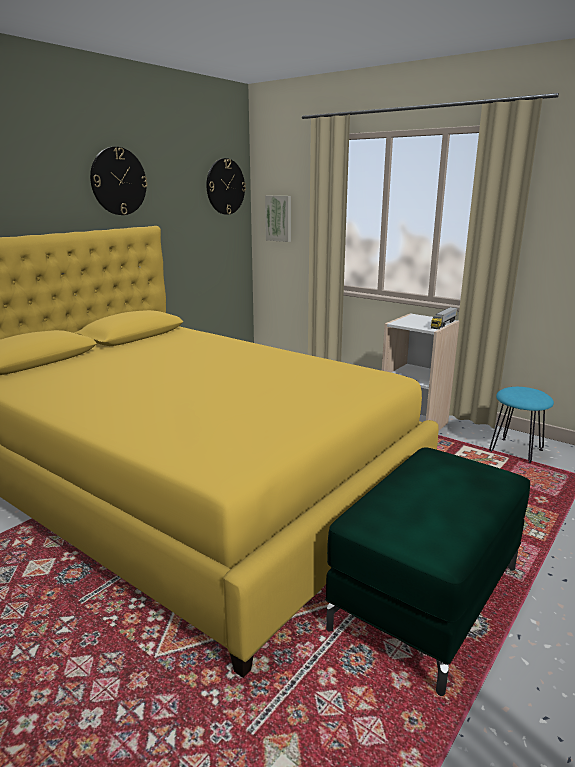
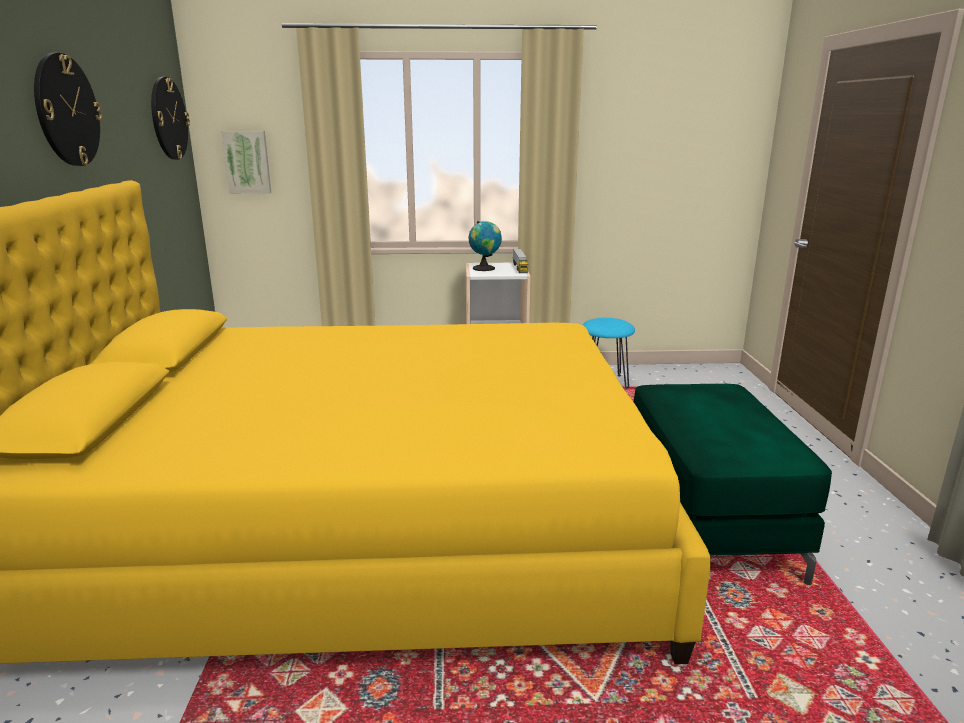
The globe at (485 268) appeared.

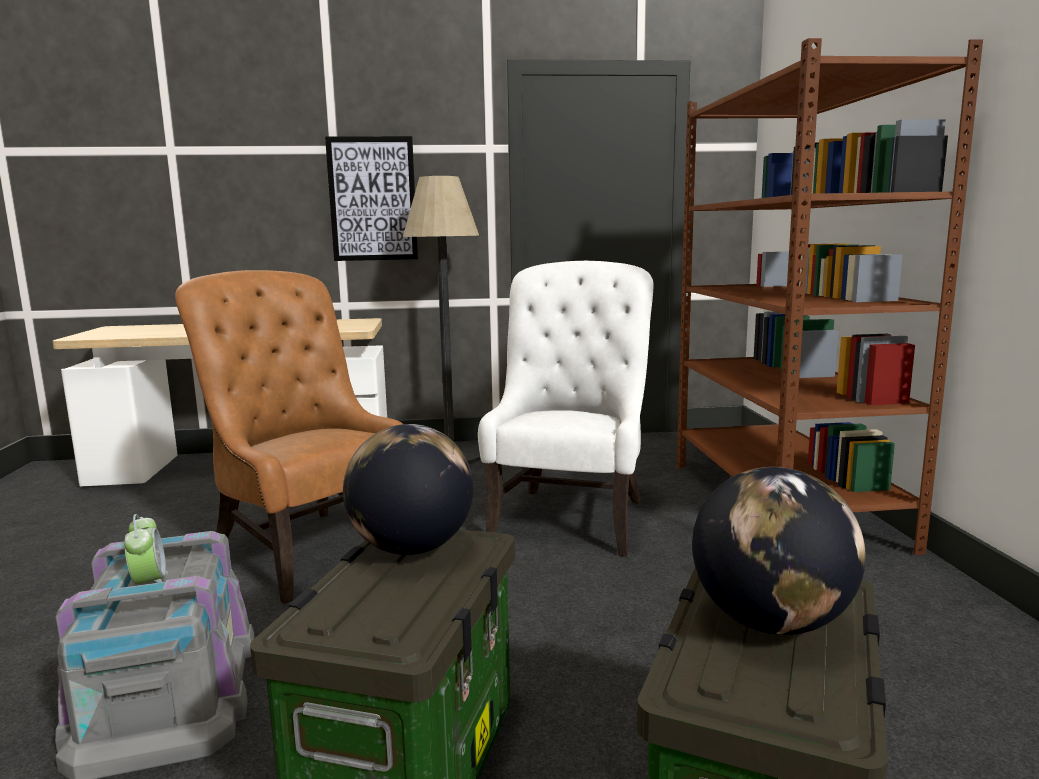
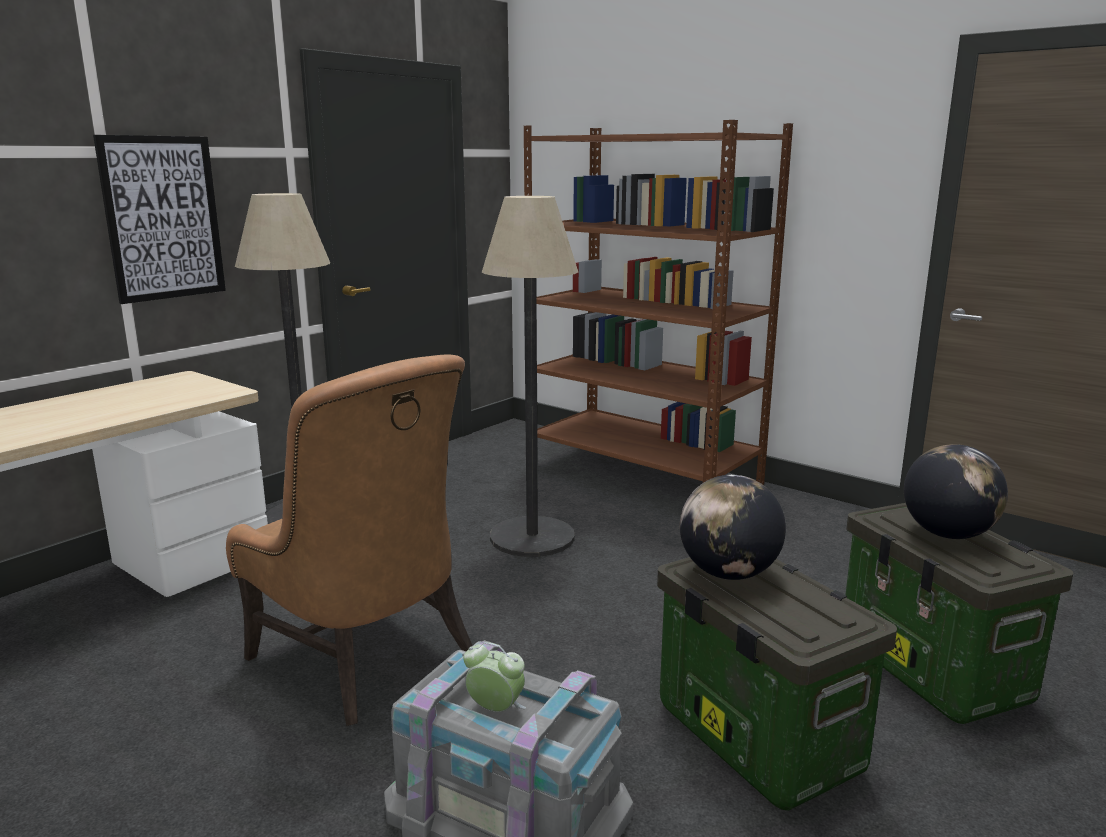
The brown chair at (308 551) turned 135 degrees counterclockwise. The white chair at (571 519) was replaced by the floor lamp at (532 537).

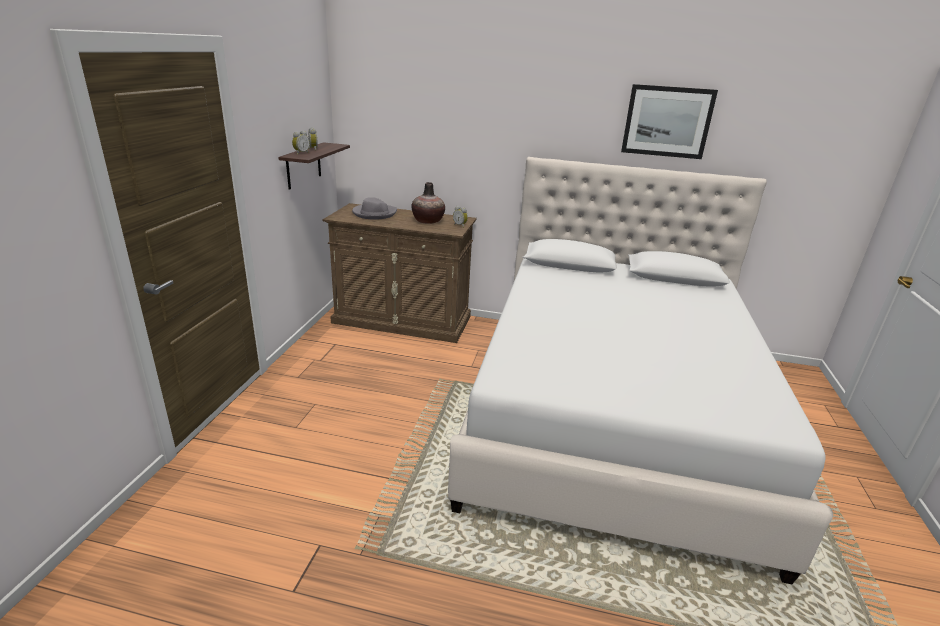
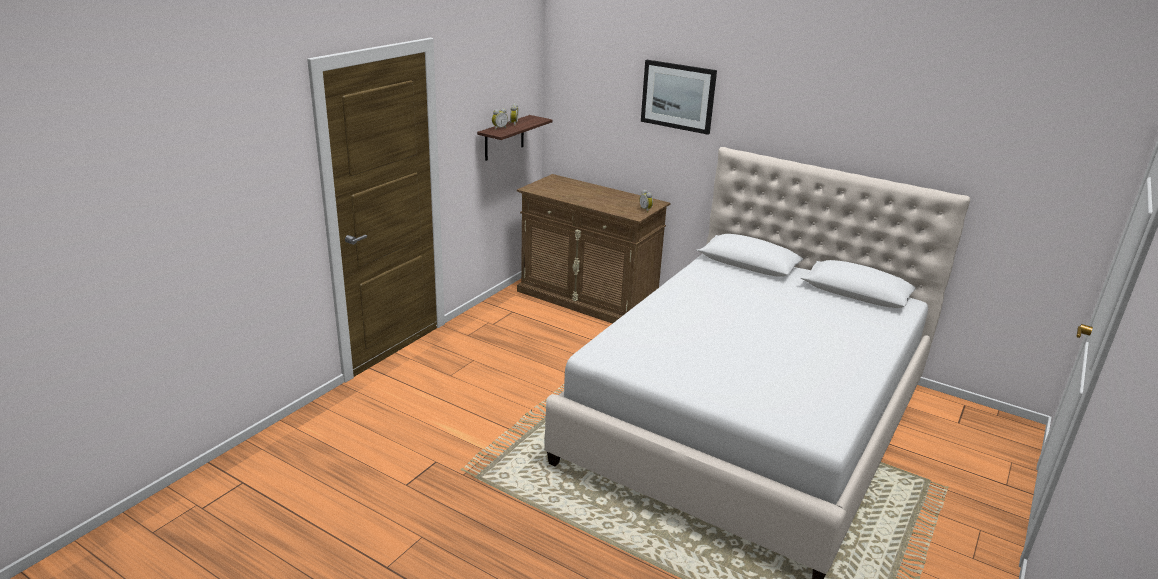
The picture moved from (667 121) to (678 96). The grey hat at (374 213) disappeared. The vase at (428 221) disappeared.

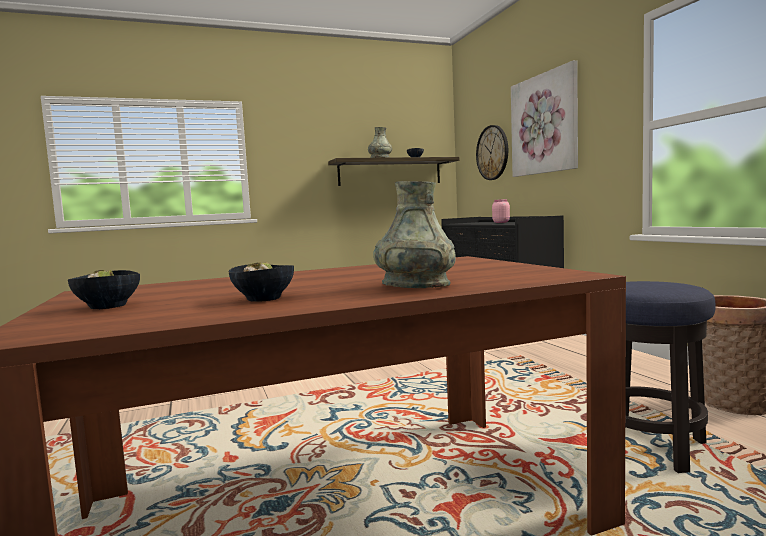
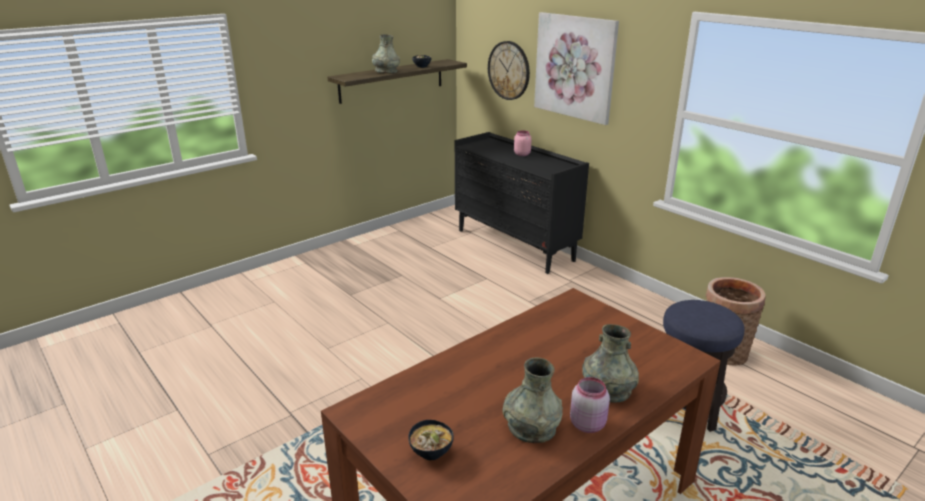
The bowl at (263 299) was replaced by the grey vase at (531 427). The pink jar at (588 424) appeared.

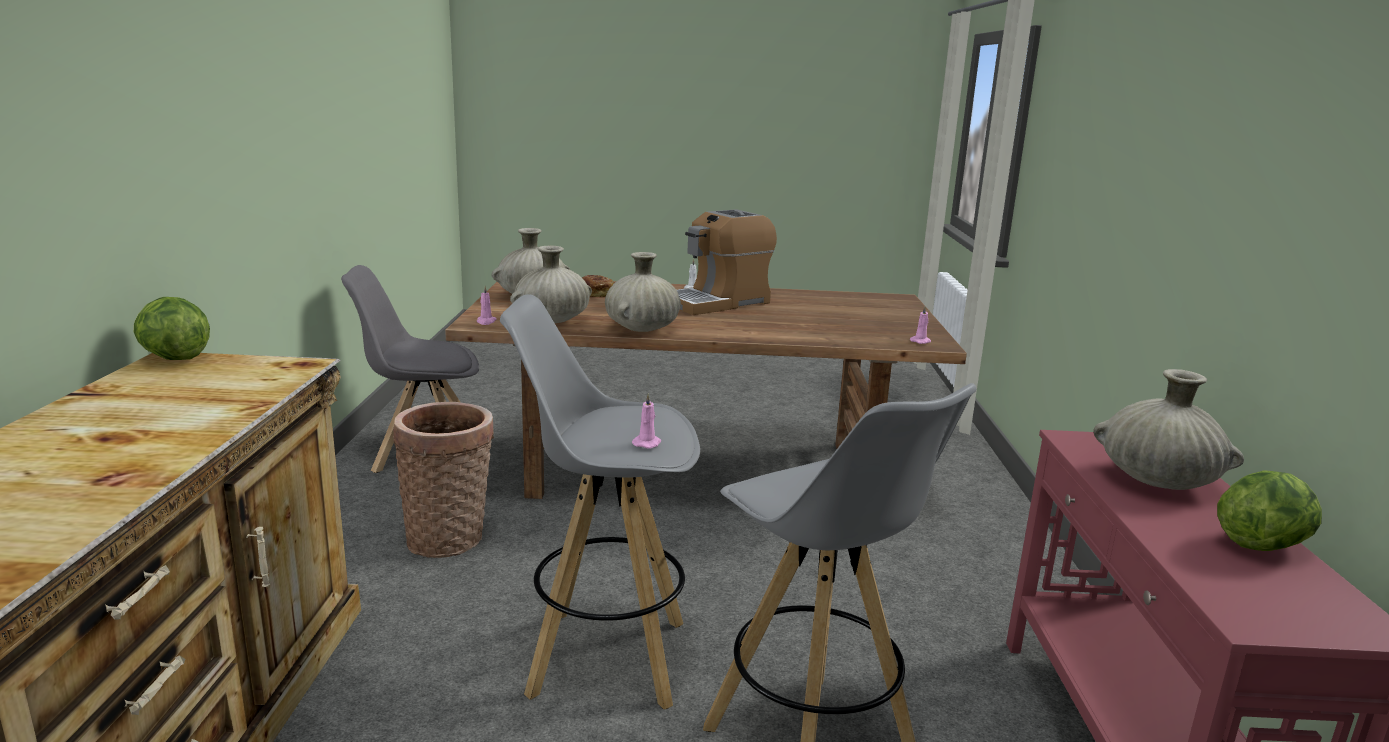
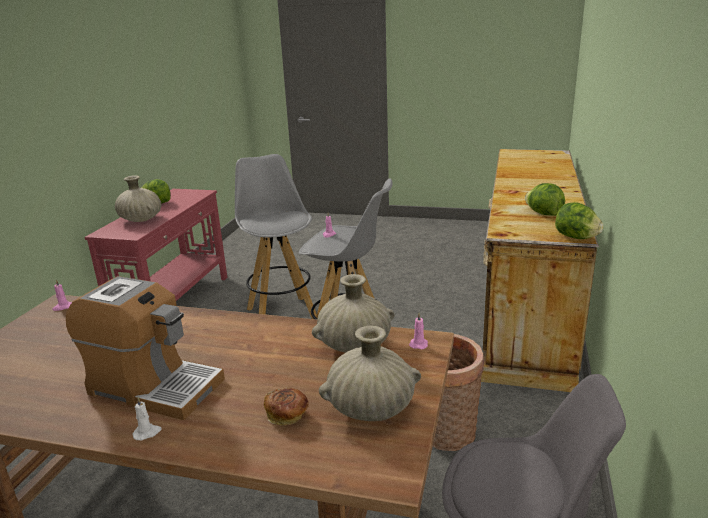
The coffee machine at (717 302) turned 45 degrees clockwise. The lettuce at (543 214) appeared. The beige vase at (641 329) disappeared.

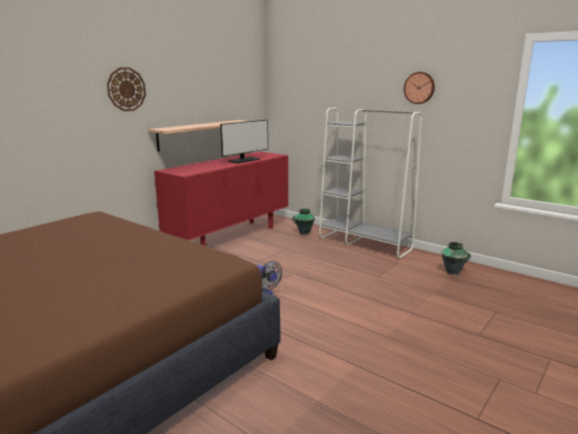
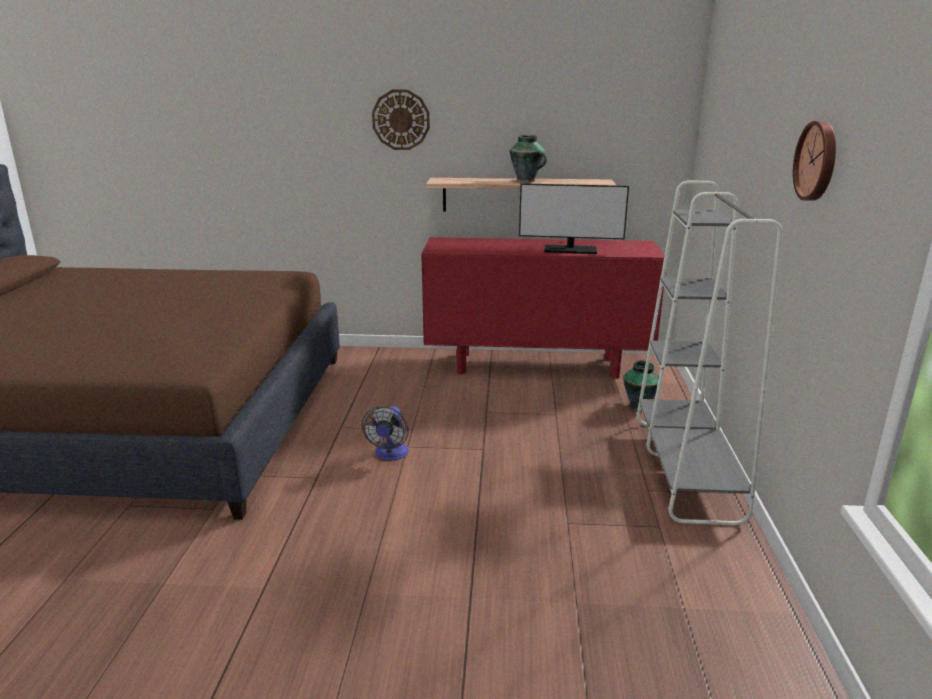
The vase moved from (453 273) to (527 181).

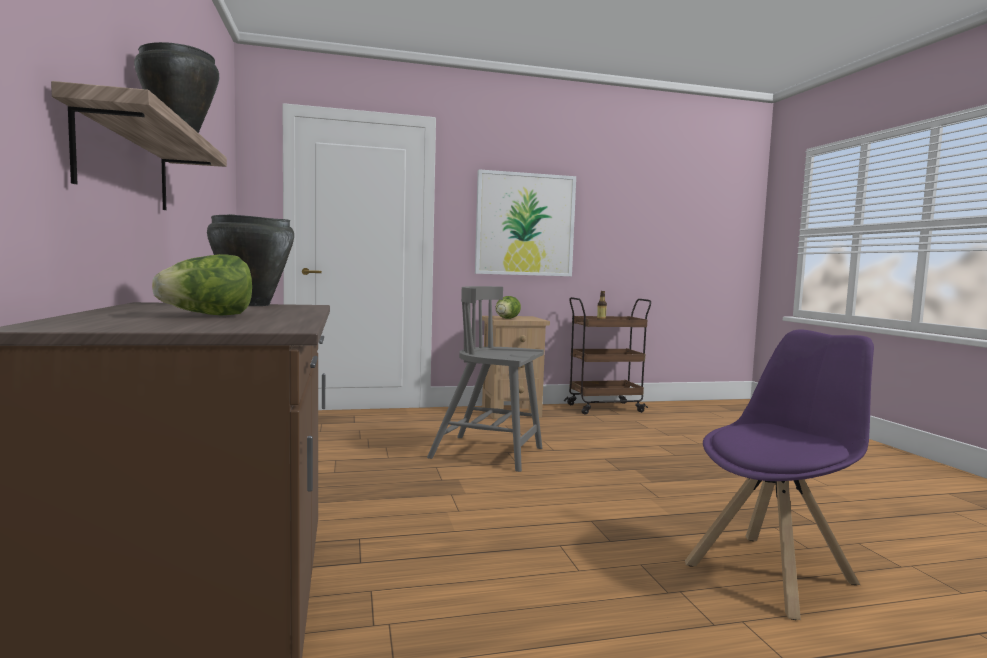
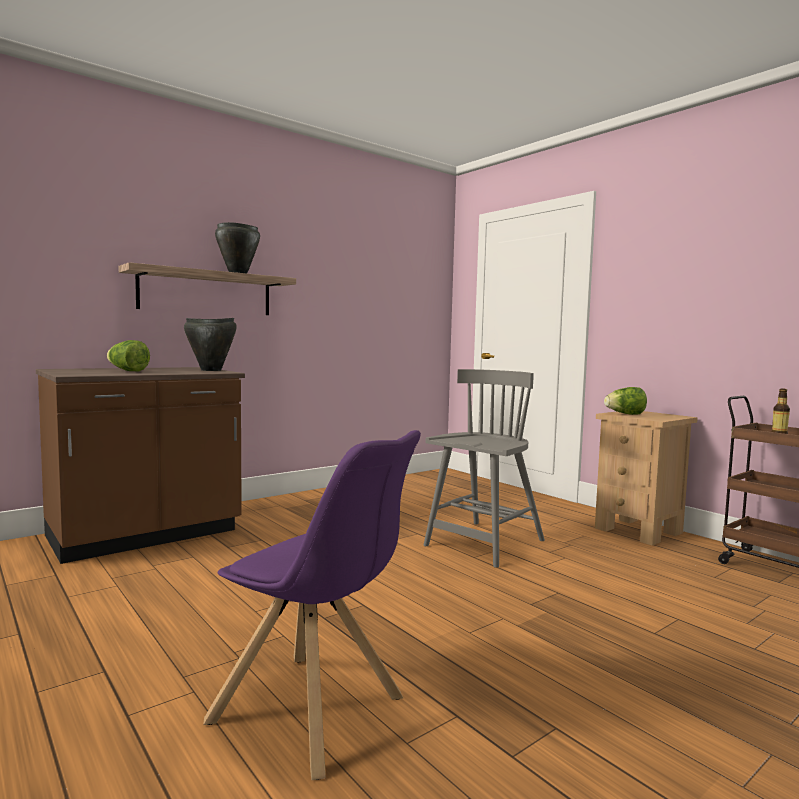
The grey chair at (489 453) turned 45 degrees clockwise. The picture at (525 224) disappeared.

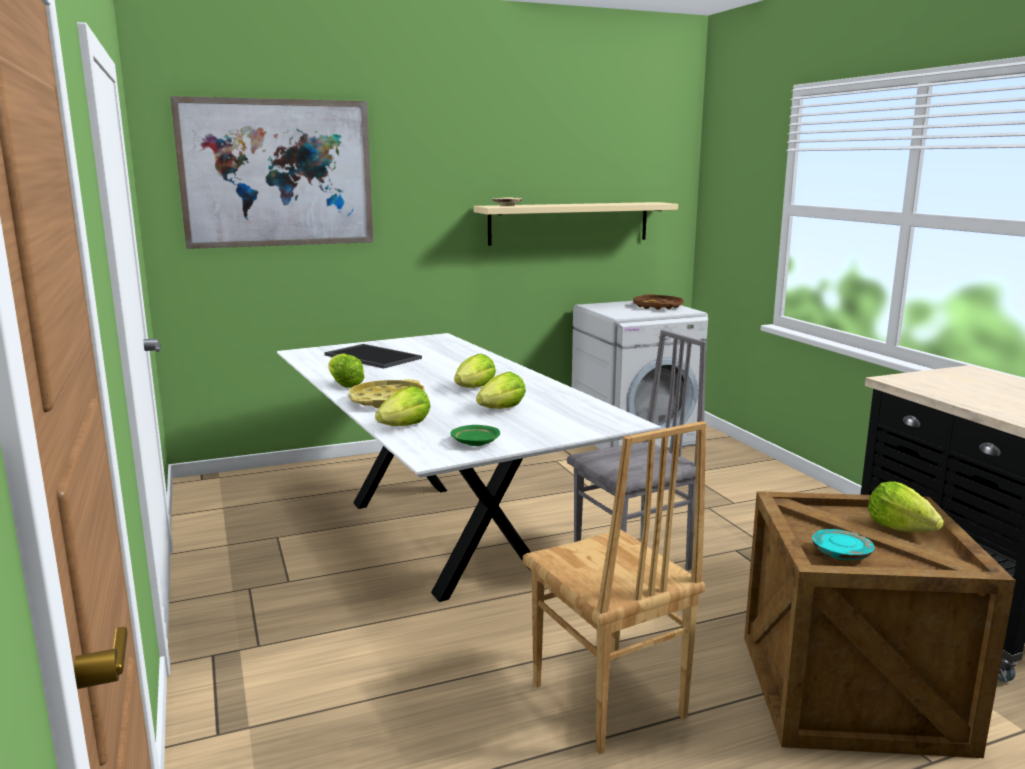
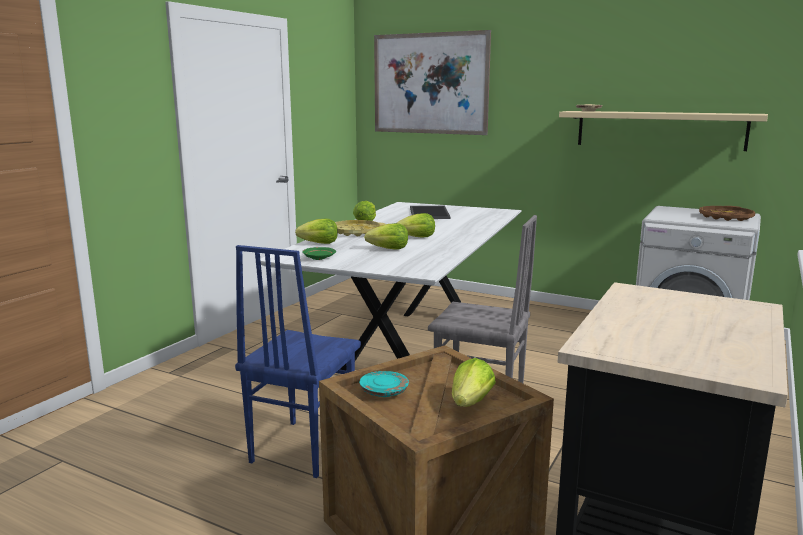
The brown chair at (606 702) became the blue chair at (301 448).

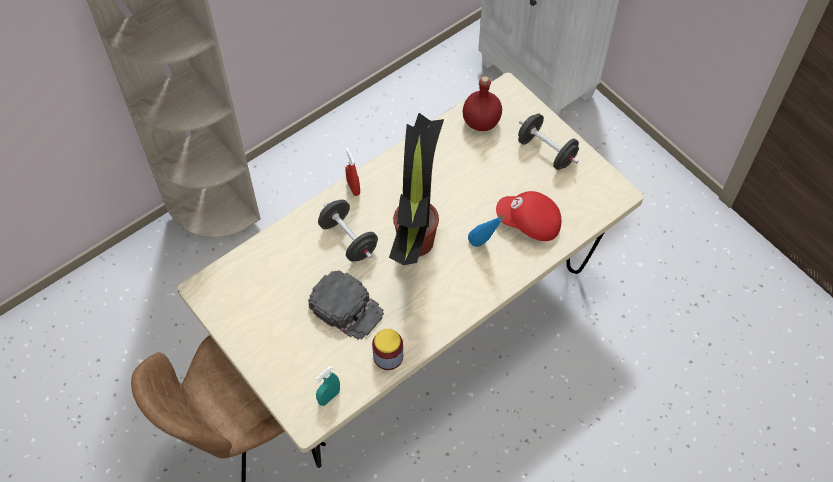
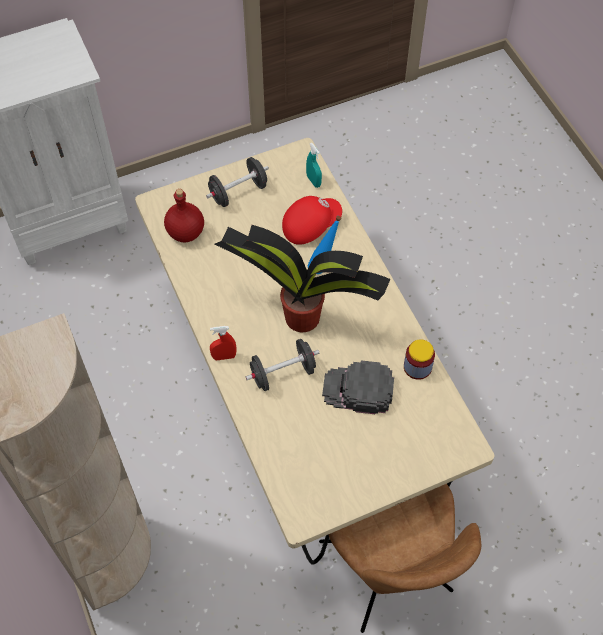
The red cap at (529 223) turned 150 degrees counterclockwise. The turquoise spray bottle moved from (329 397) to (313 181). The black cap at (347 308) turned 135 degrees counterclockwise.

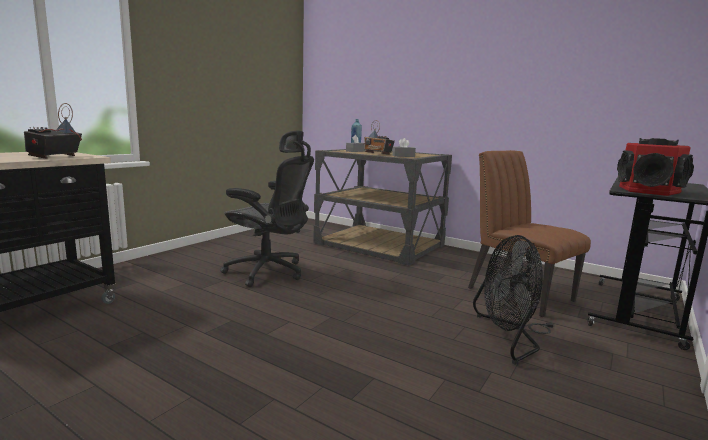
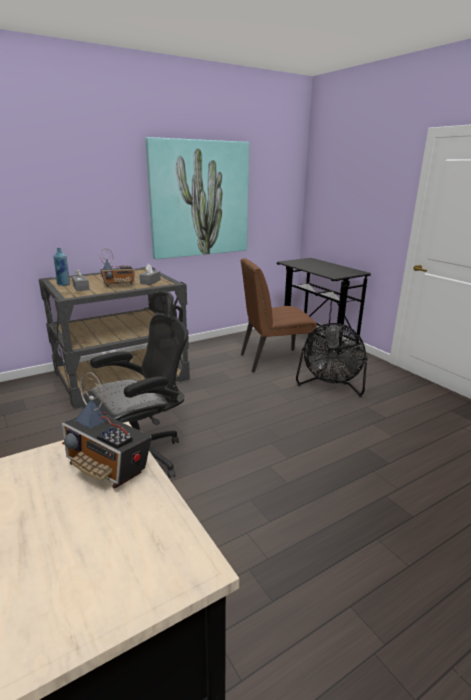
The picture at (199 199) appeared. The speaker at (649 191) disappeared.

